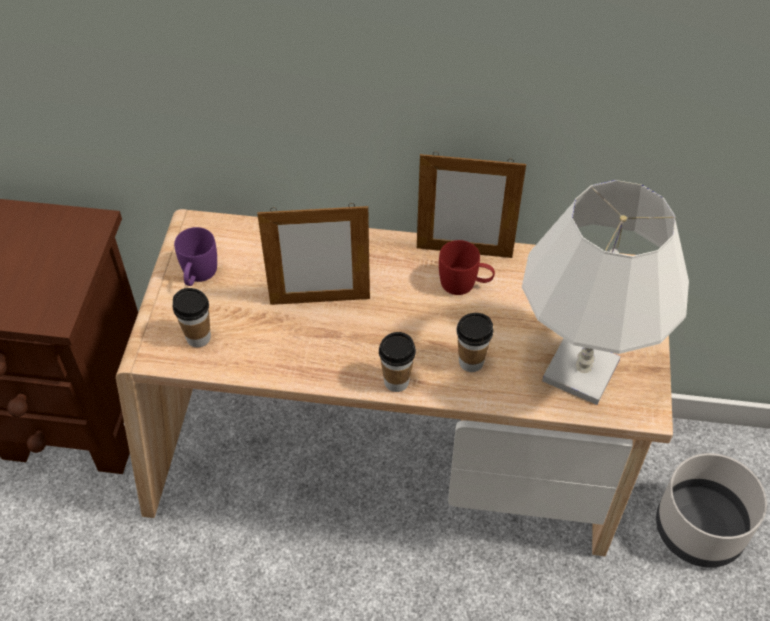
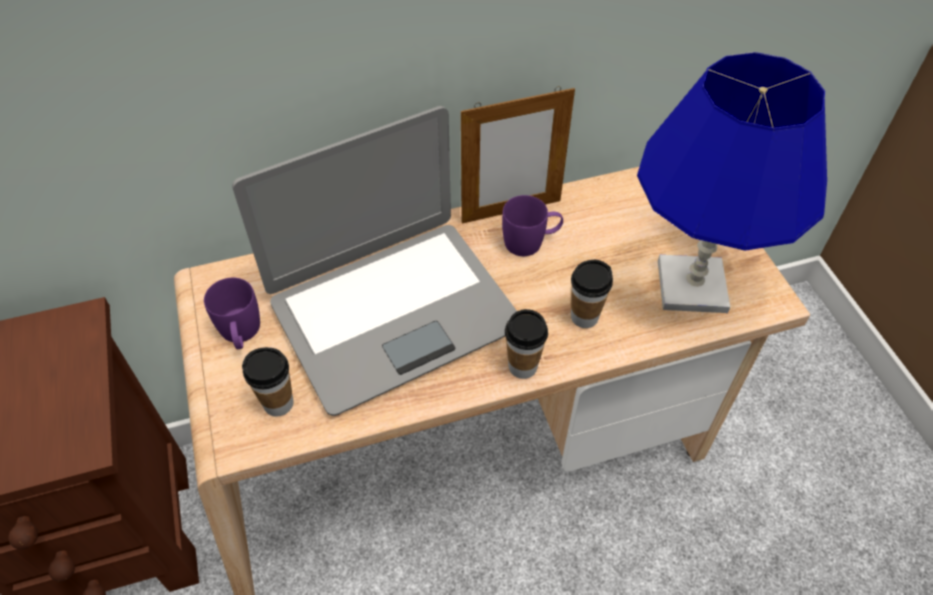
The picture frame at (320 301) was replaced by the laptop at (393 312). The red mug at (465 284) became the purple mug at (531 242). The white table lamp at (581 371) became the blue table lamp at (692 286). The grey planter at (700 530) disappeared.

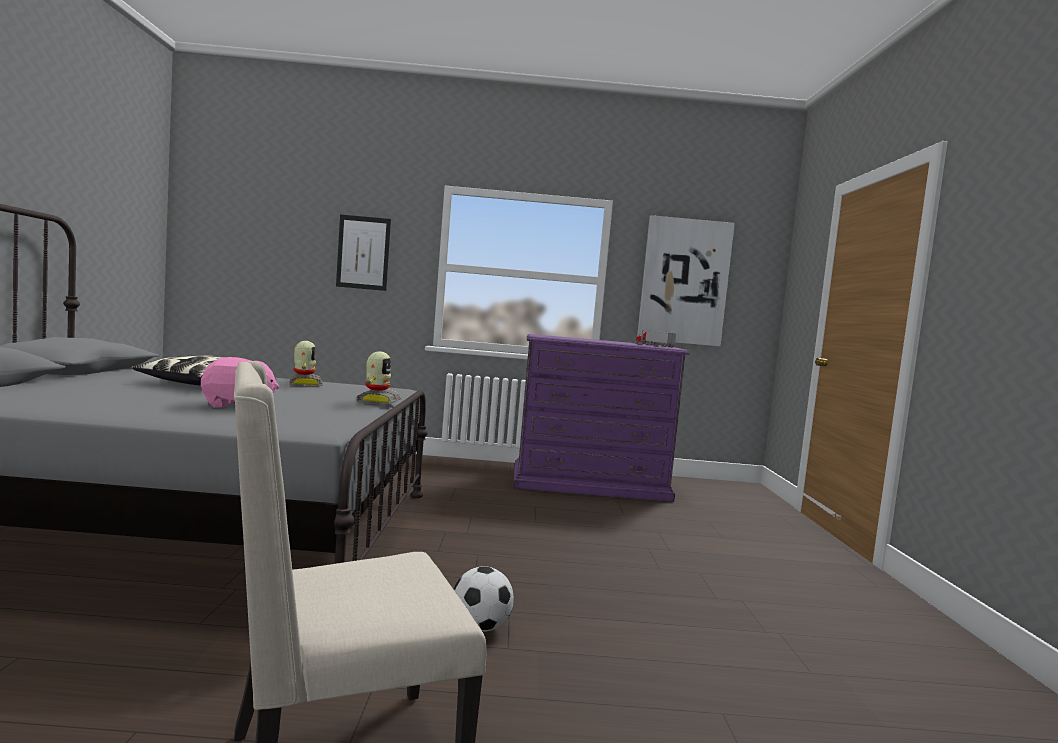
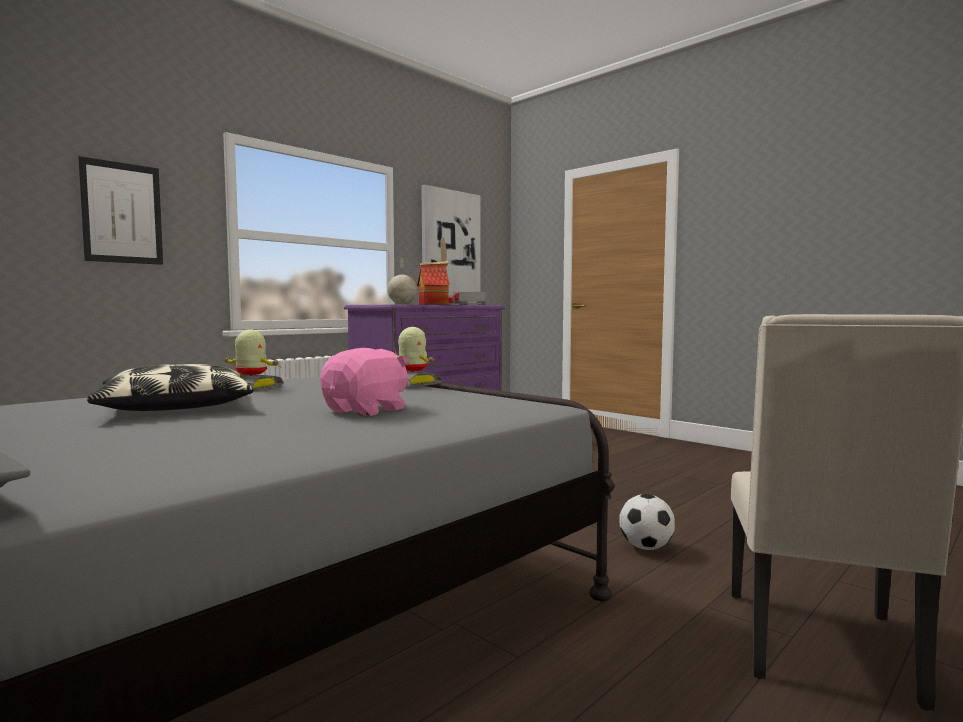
The globe at (402 304) appeared. The toy house at (434 304) appeared.

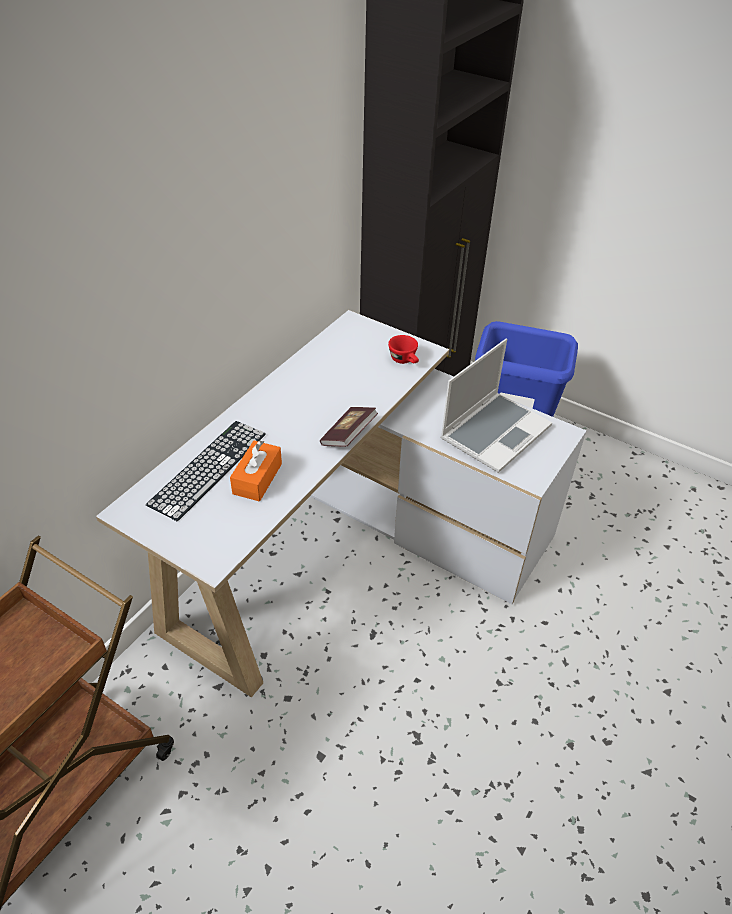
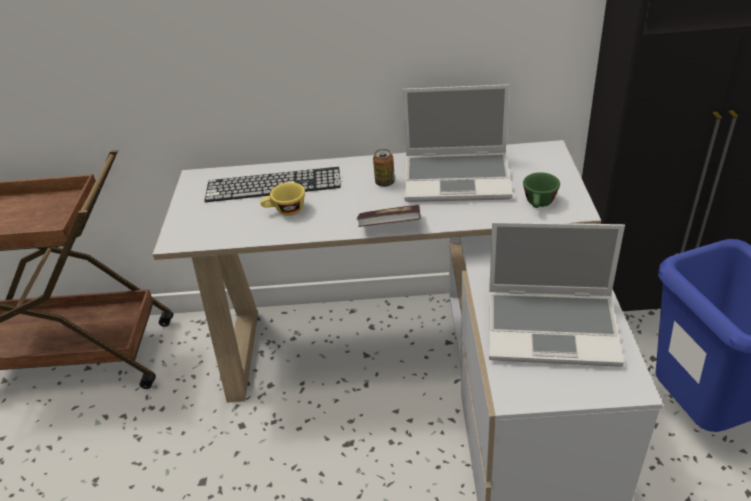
The orange tissue box at (257 479) was replaced by the yellow cup at (285 211). The can at (385 182) appeared. The laptop at (458 178) appeared. The red cup at (405 360) became the green cup at (539 204).

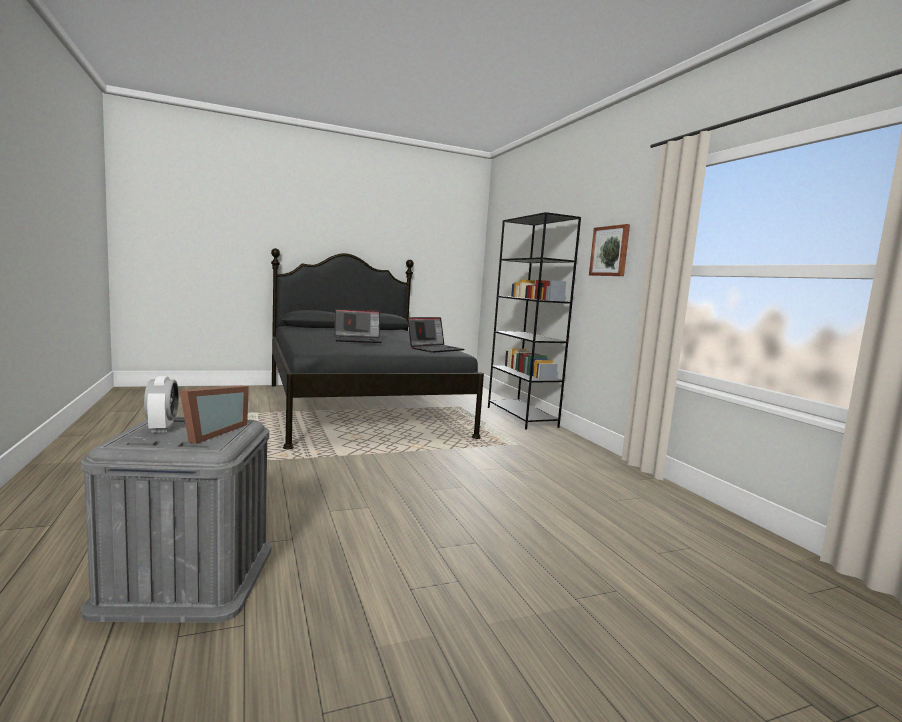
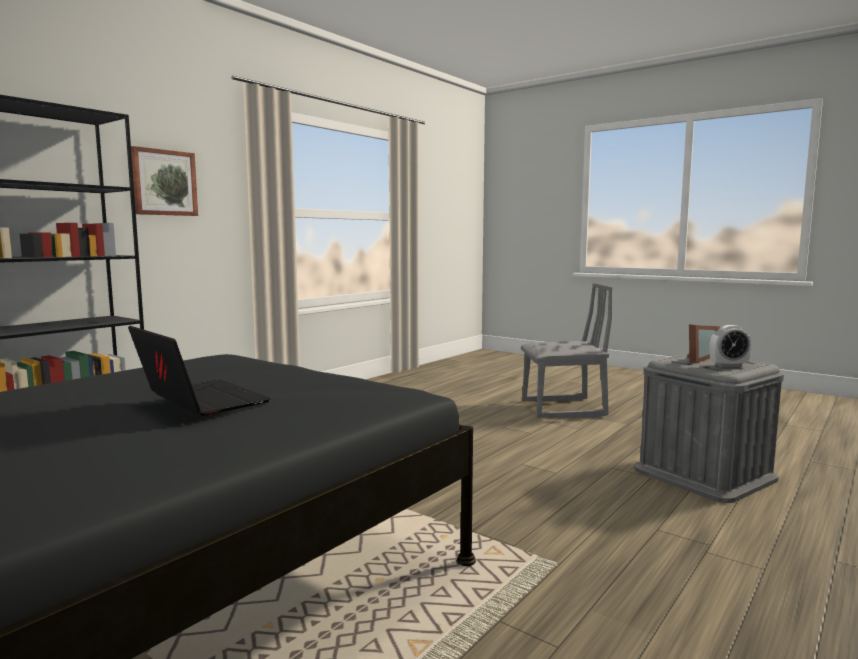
The grey chair at (563 409) appeared. The picture frame at (210 433) turned 150 degrees clockwise. The alarm clock at (162 428) turned 135 degrees counterclockwise. The laptop at (435 349) disappeared.

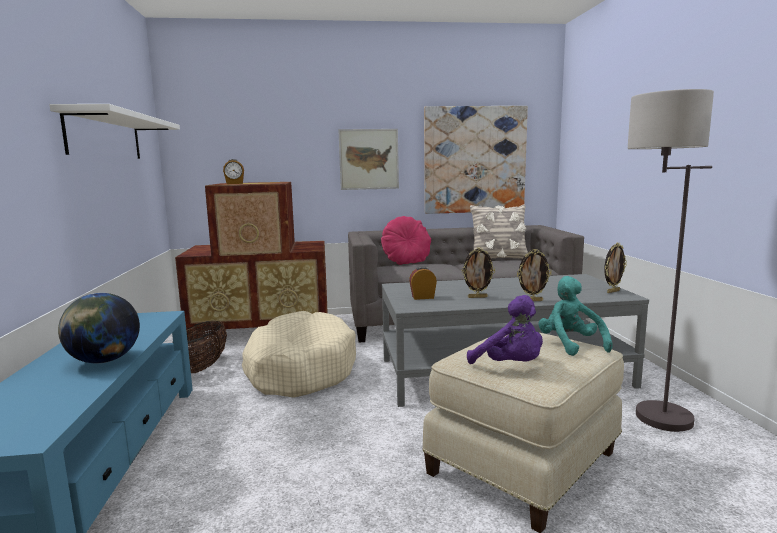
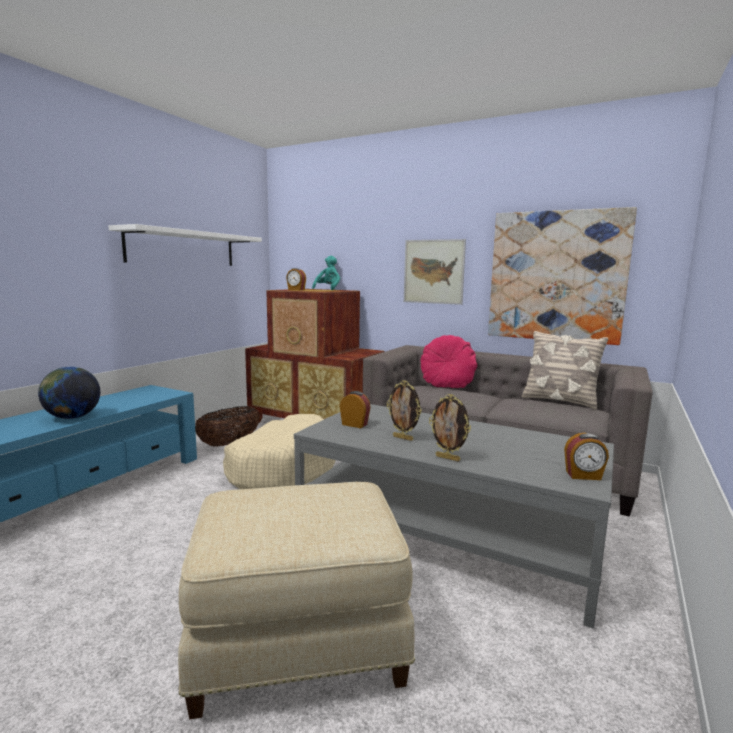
The turquoise plush toy moved from (570 345) to (328 289). The picture frame at (612 291) was replaced by the alarm clock at (583 476). The purple plush toy at (510 366) disappeared. The grey floor lamp at (649 420) disappeared.

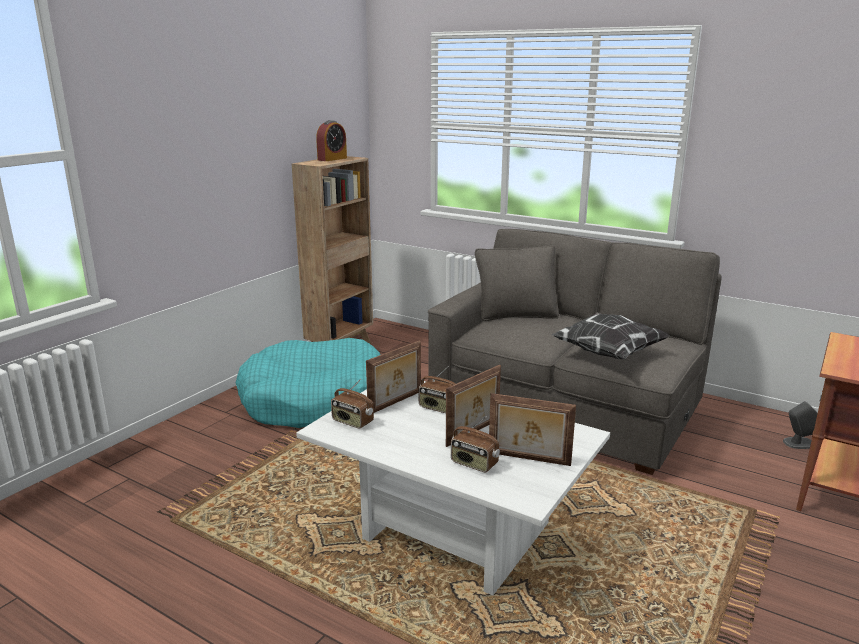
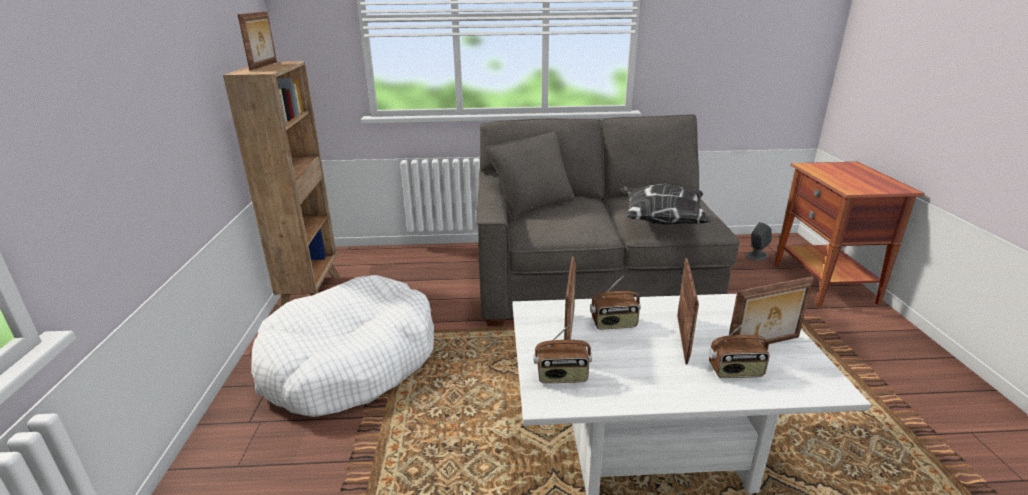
The alarm clock at (332 159) was replaced by the picture frame at (264 66). The turquoise dog bed at (315 400) became the white dog bed at (350 362).

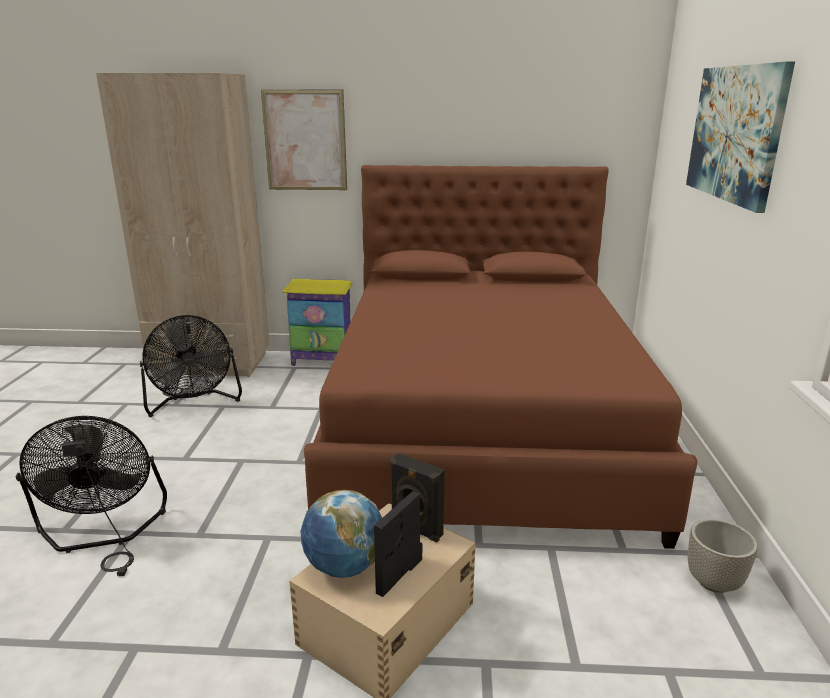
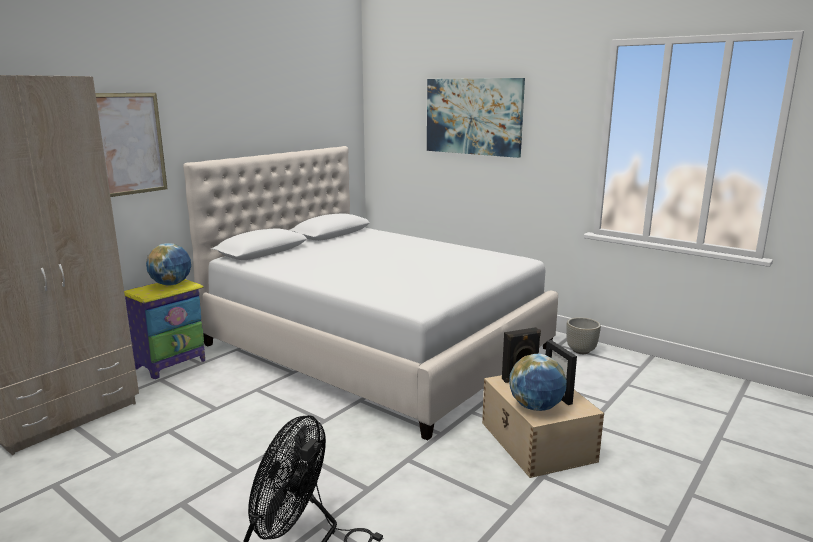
The globe at (171 284) appeared. The brown bed at (482 425) became the white bed at (376 346). The black fan at (190 402) disappeared.

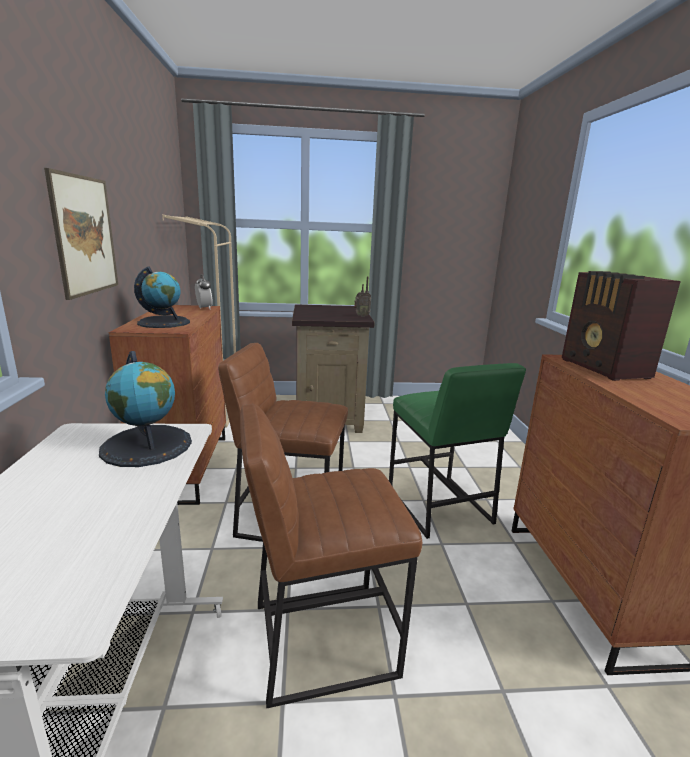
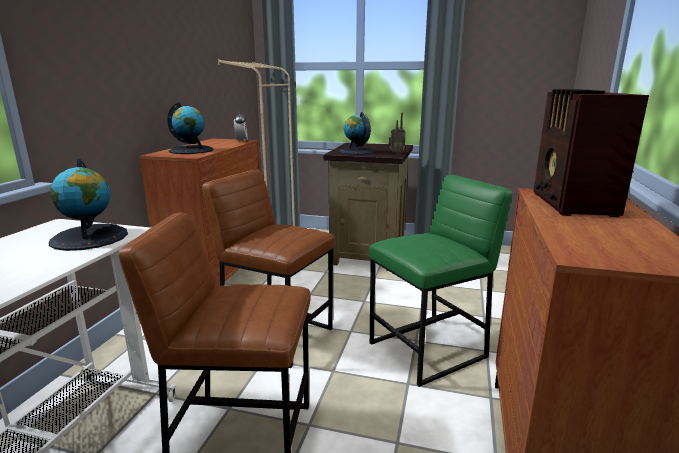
The globe at (356 151) appeared. The green chair at (439 506) turned 120 degrees counterclockwise. The picture at (85 235) disappeared.

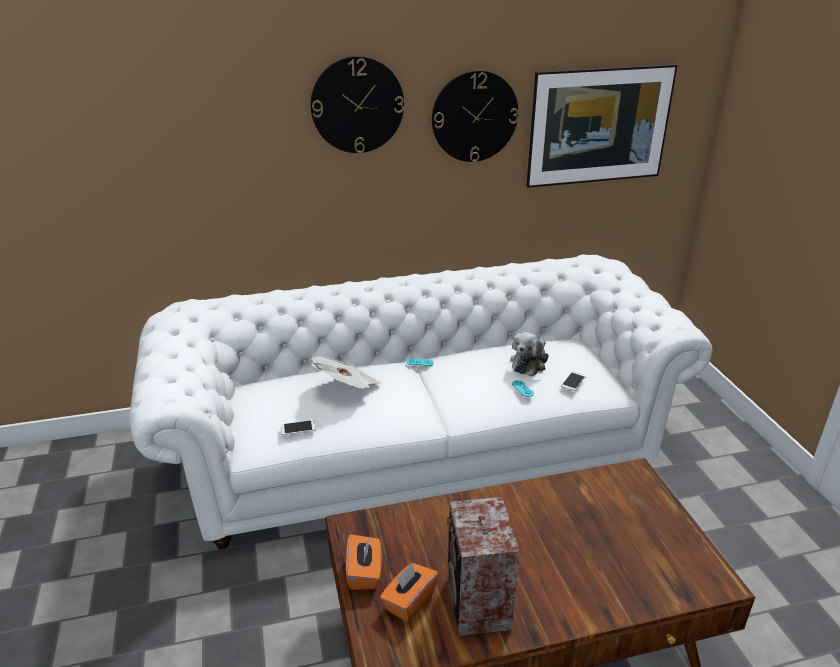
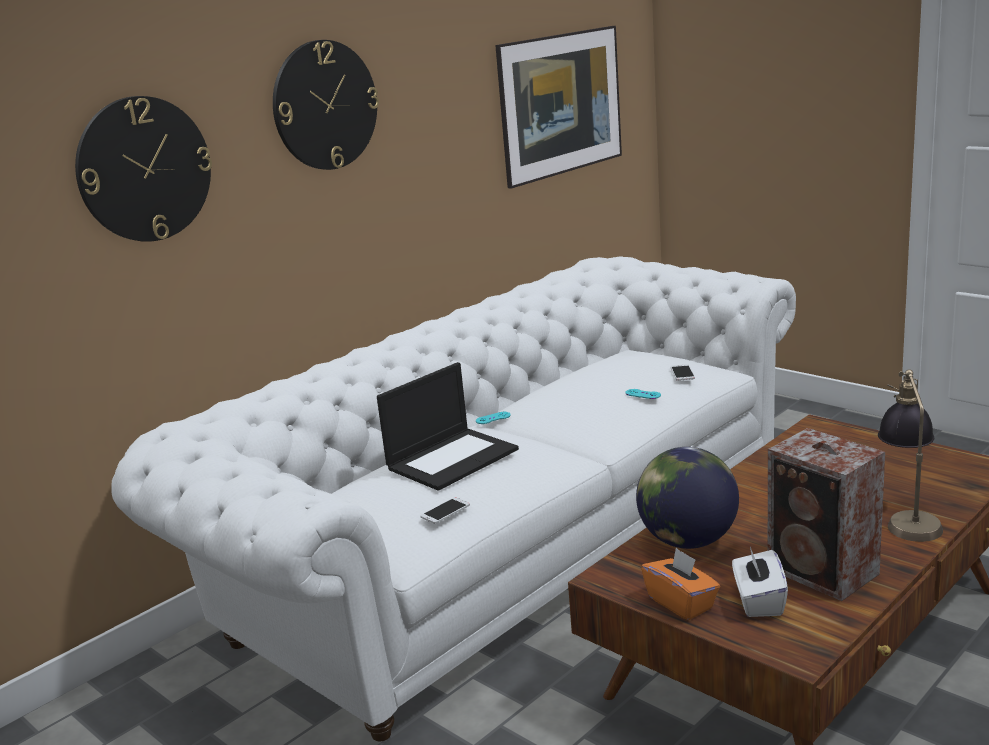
The wall clock moved from (474 116) to (144 169). The newspaper at (347 387) was replaced by the laptop at (452 458). The globe at (687 541) appeared. The orange tissue box at (409 602) became the white tissue box at (758 601). The table lamp at (908 517) appeared. The plush toy at (529 363) disappeared.

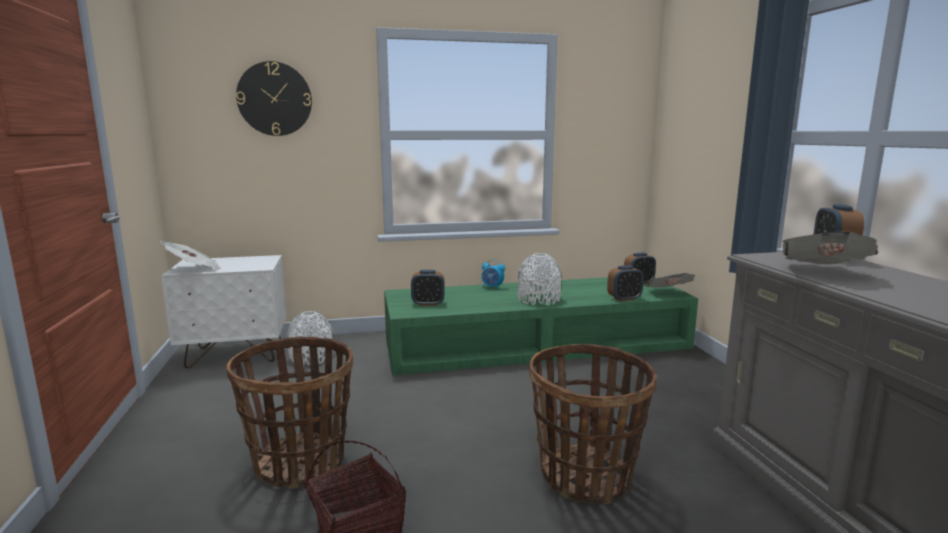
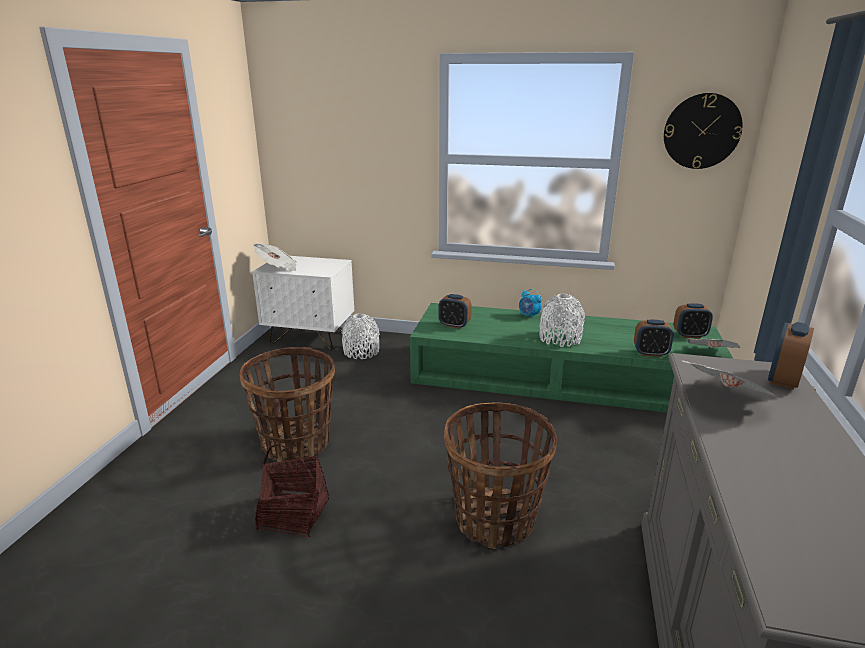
The wall clock moved from (274 99) to (701 131).

